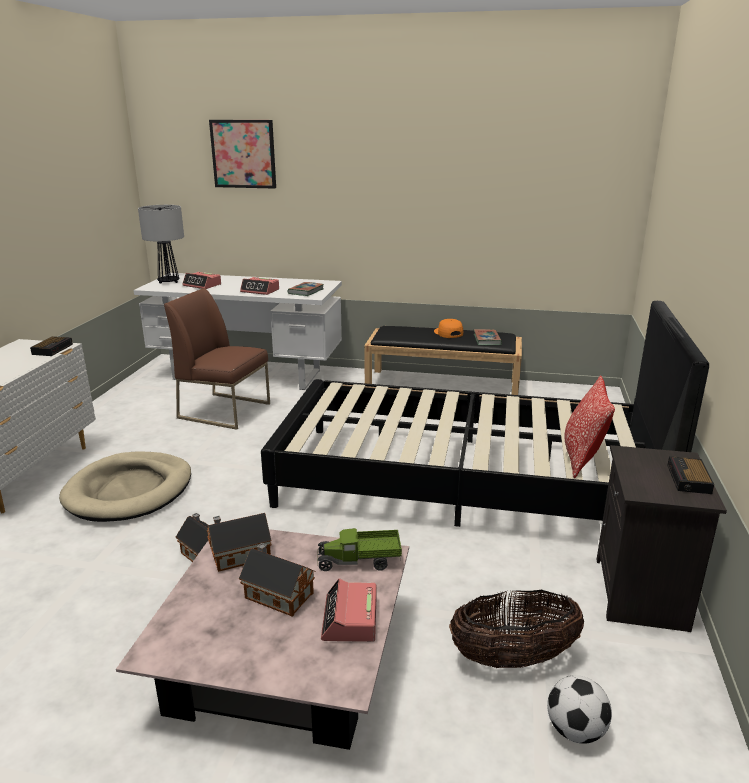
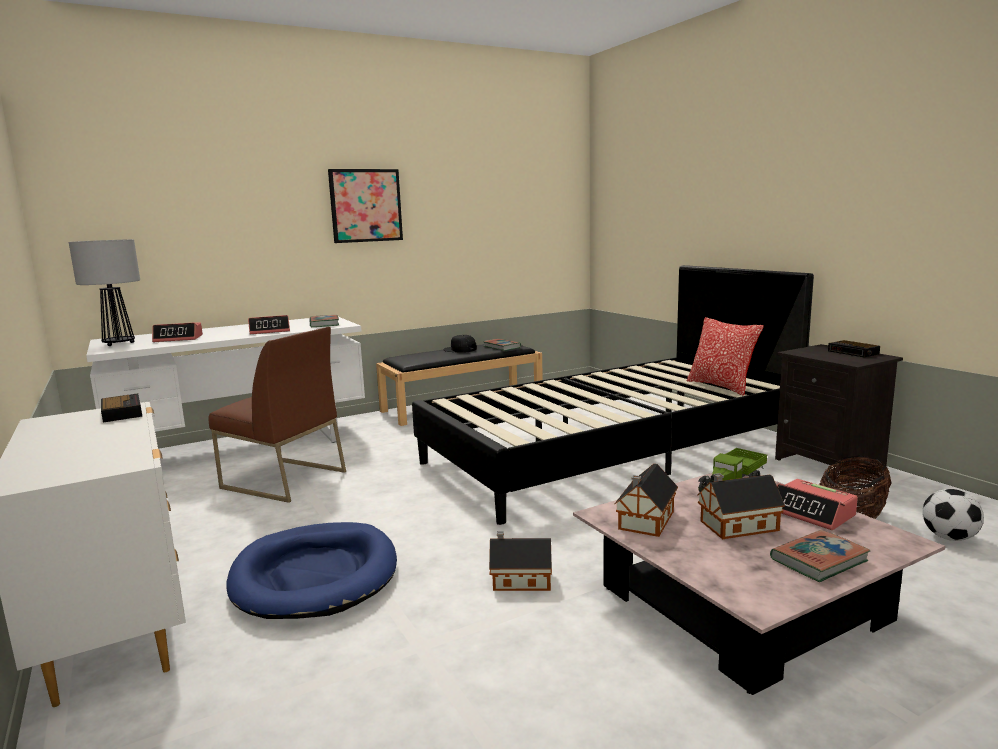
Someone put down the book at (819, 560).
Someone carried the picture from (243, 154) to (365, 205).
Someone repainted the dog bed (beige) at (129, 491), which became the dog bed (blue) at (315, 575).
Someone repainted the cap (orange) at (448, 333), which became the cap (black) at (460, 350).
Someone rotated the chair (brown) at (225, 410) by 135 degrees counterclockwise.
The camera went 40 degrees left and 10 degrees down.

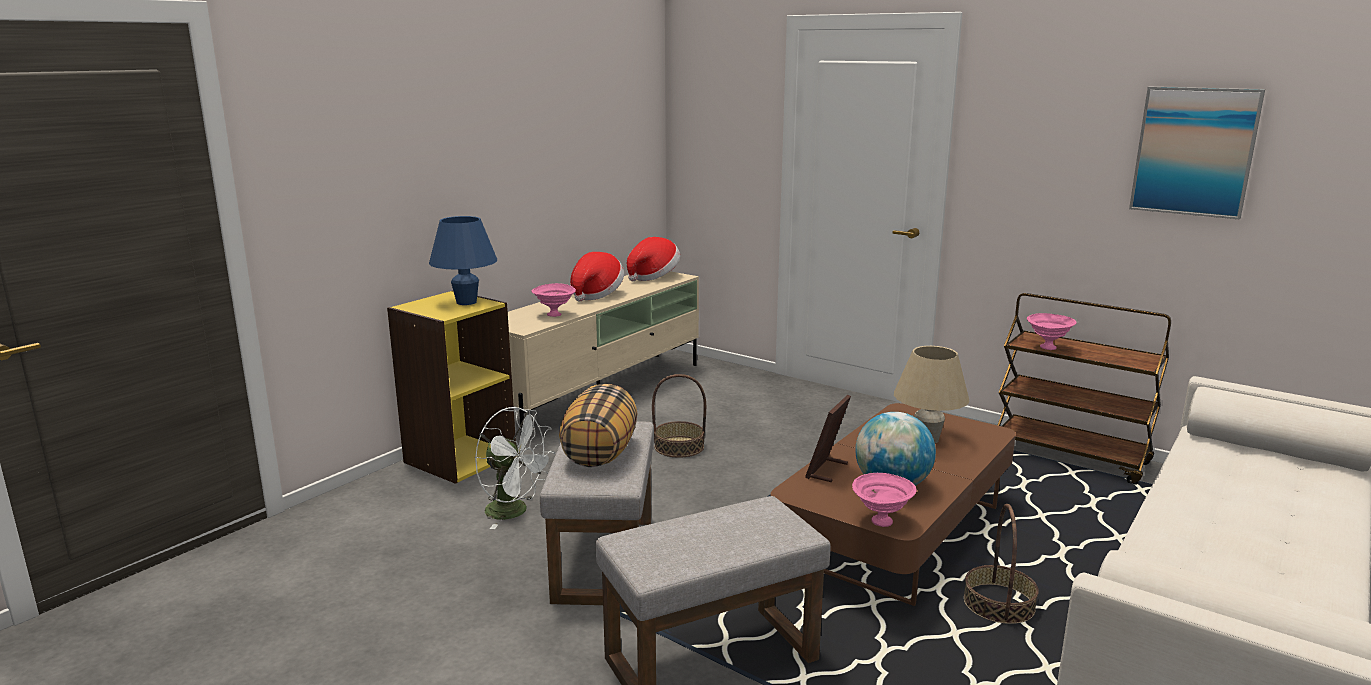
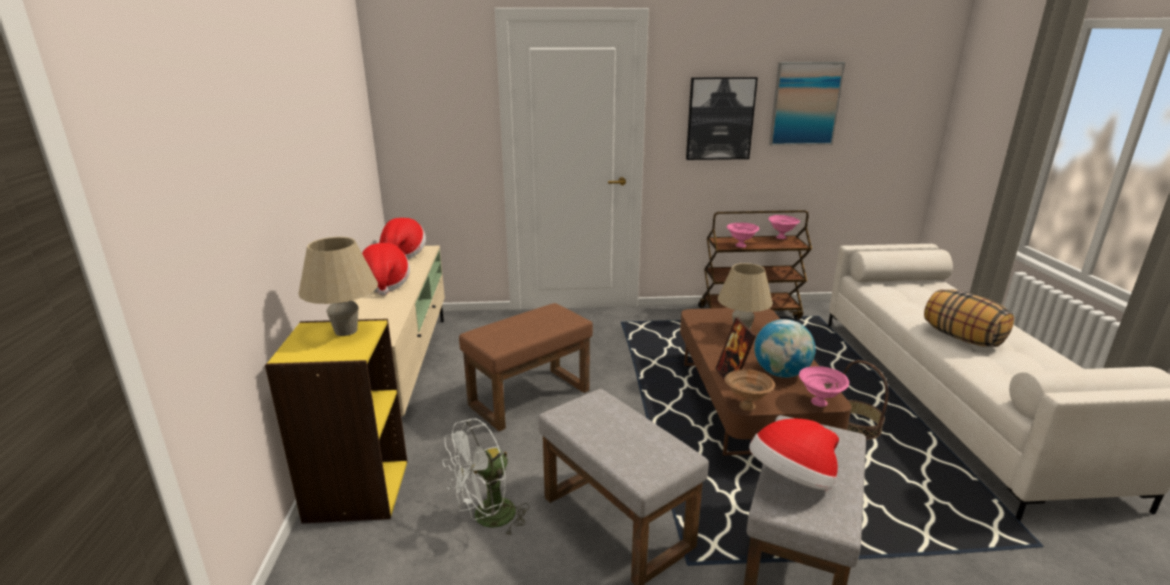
Someone put up the picture at (720, 118).
Someone put down the bowl (brown) at (745, 406).
Someone put down the hat at (792, 480).
Someone carried the bowl (pink) from (555, 315) to (781, 237).
Someone carried the pillow from (599, 453) to (961, 338).
Someone swapped the basket at (679, 447) for the ottoman (brown) at (530, 396).
Someone repainted the table lamp (blue) at (466, 302), which became the table lamp (beige) at (346, 331).
Someone rotated the fan (white) at (515, 512) by 150 degrees clockwise.
The camera went 40 degrees left and 5 degrees up.

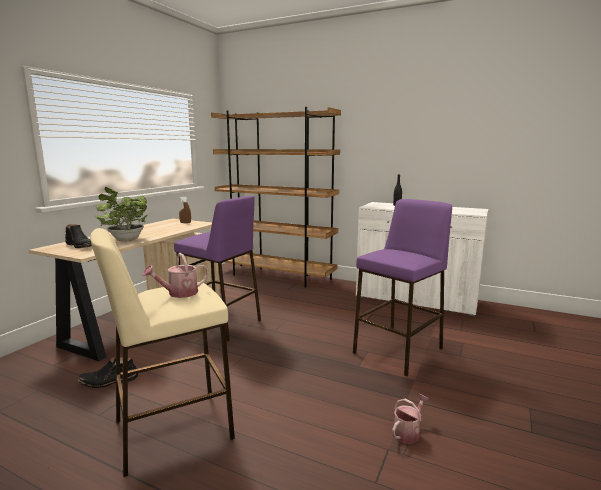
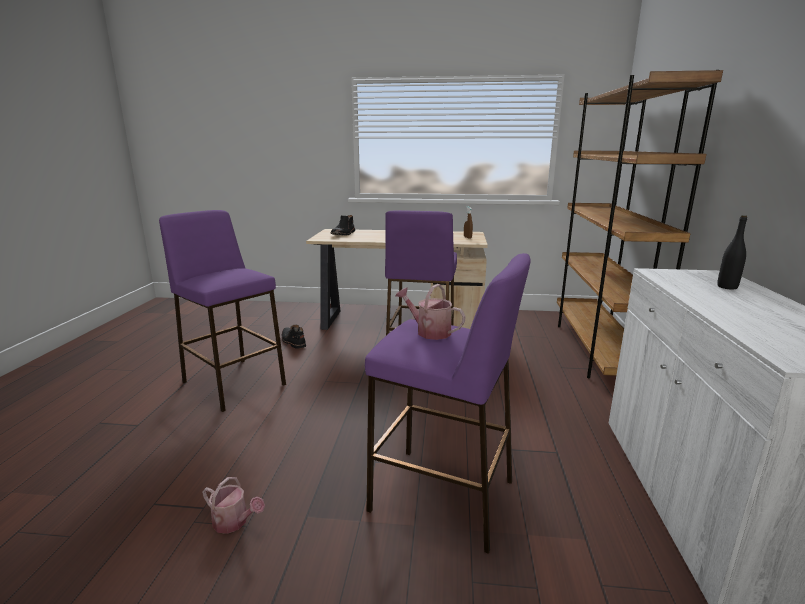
Someone took away the potted plant at (125, 239).
Someone carried the watering can from (179, 293) to (429, 331).
Someone repainted the stool (beige) at (172, 430), which became the stool (purple) at (233, 383).
The camera went 70 degrees right and 5 degrees up.

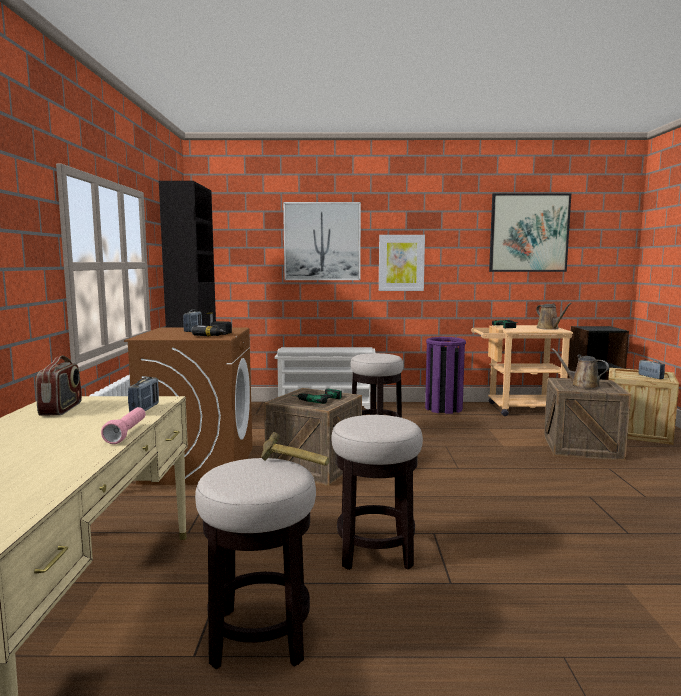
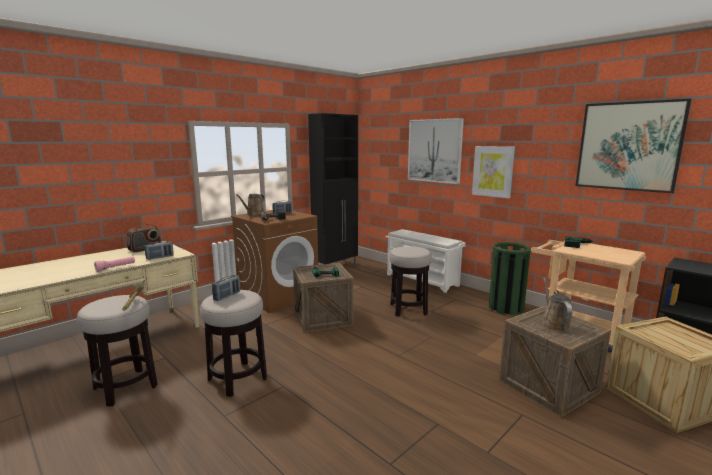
Someone carried the watering can (brown) from (549, 328) to (254, 215).
Someone carried the radio from (650, 377) to (227, 296).
Someone repainted the trash can (purple) at (443, 408), which became the trash can (green) at (506, 307).
The camera went 45 degrees right and 5 degrees up.

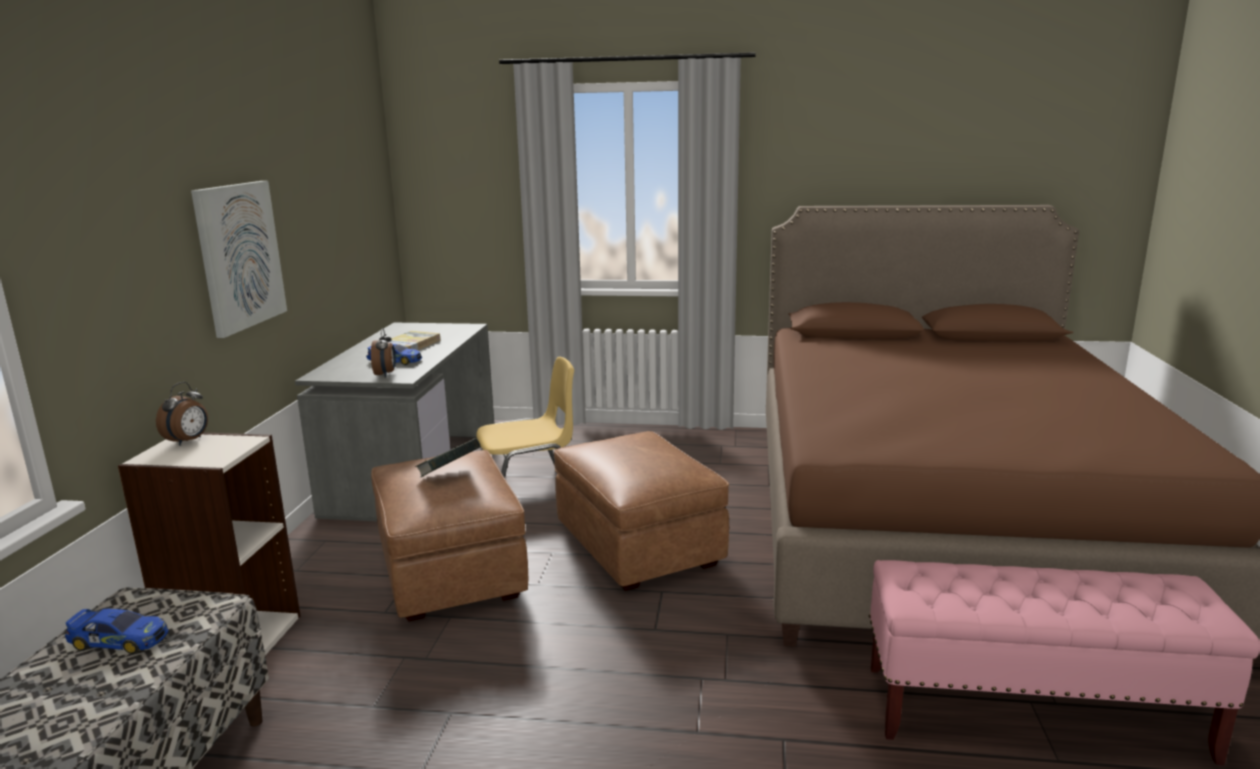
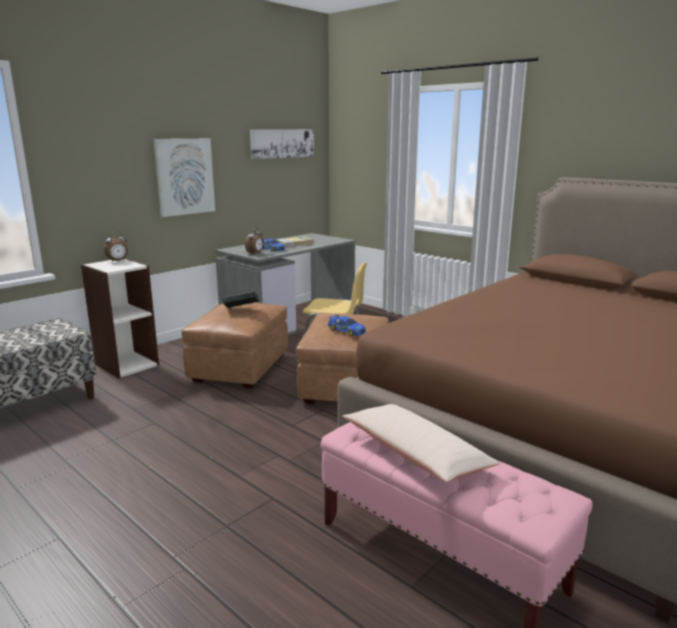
Someone put up the picture at (282, 143).
Someone put down the pillow (beige) at (415, 454).
Someone carried the toy car from (119, 640) to (346, 331).
The camera went 35 degrees right and 0 degrees up.

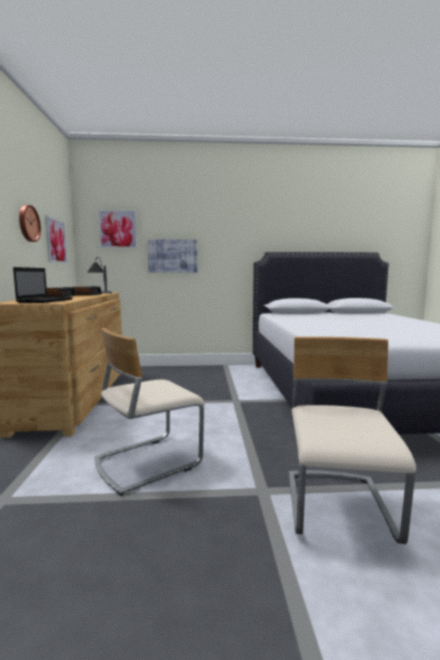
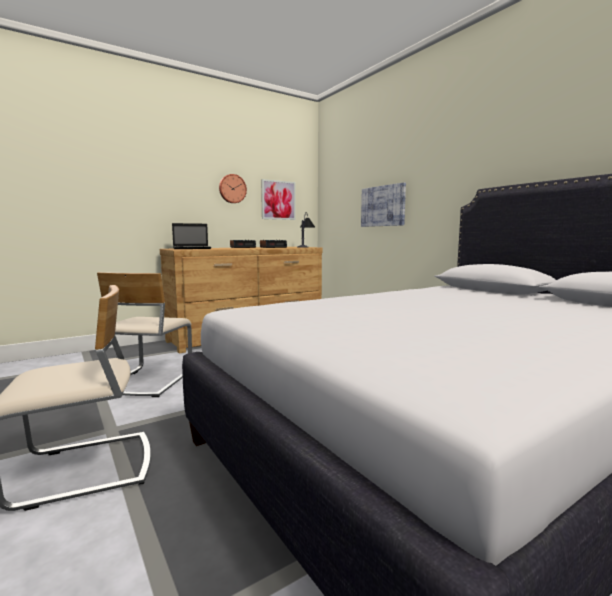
Someone took away the picture at (118, 229).
Someone rotated the chair (beige) at (147, 462) by 105 degrees counterclockwise.
The camera went 60 degrees right and 0 degrees up.

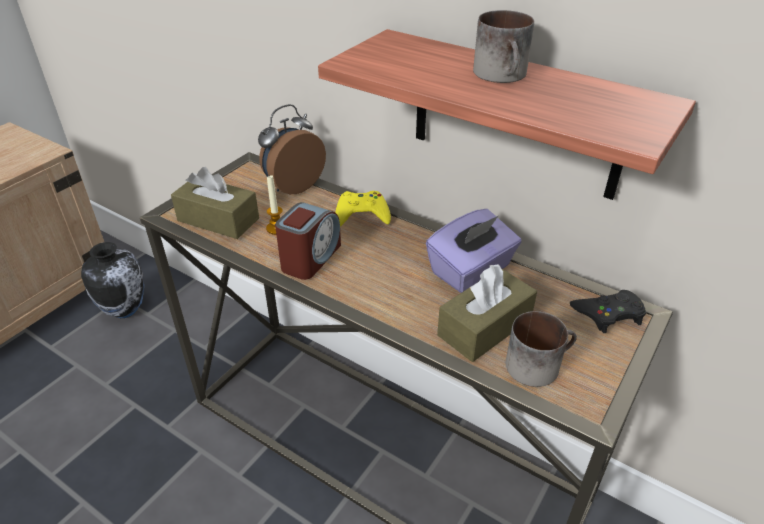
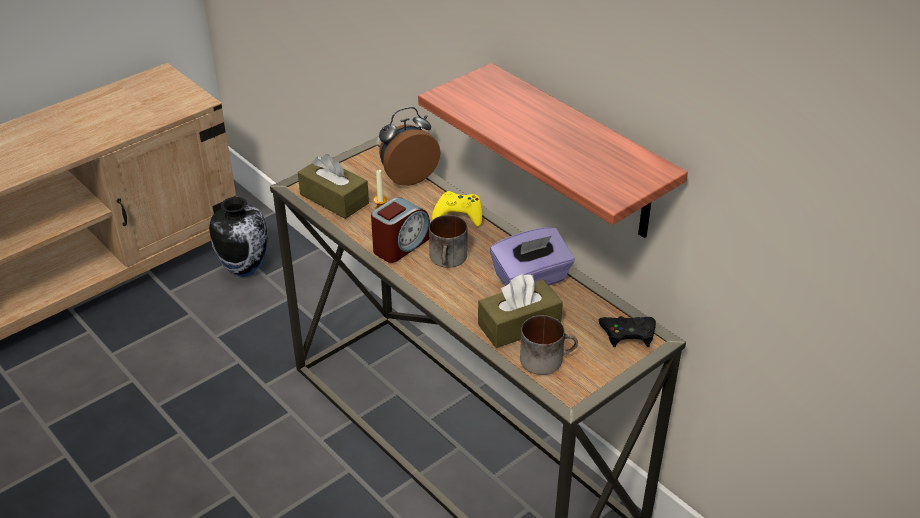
Someone carried the mug from (504, 75) to (449, 259).
The camera went 15 degrees right and 0 degrees up.

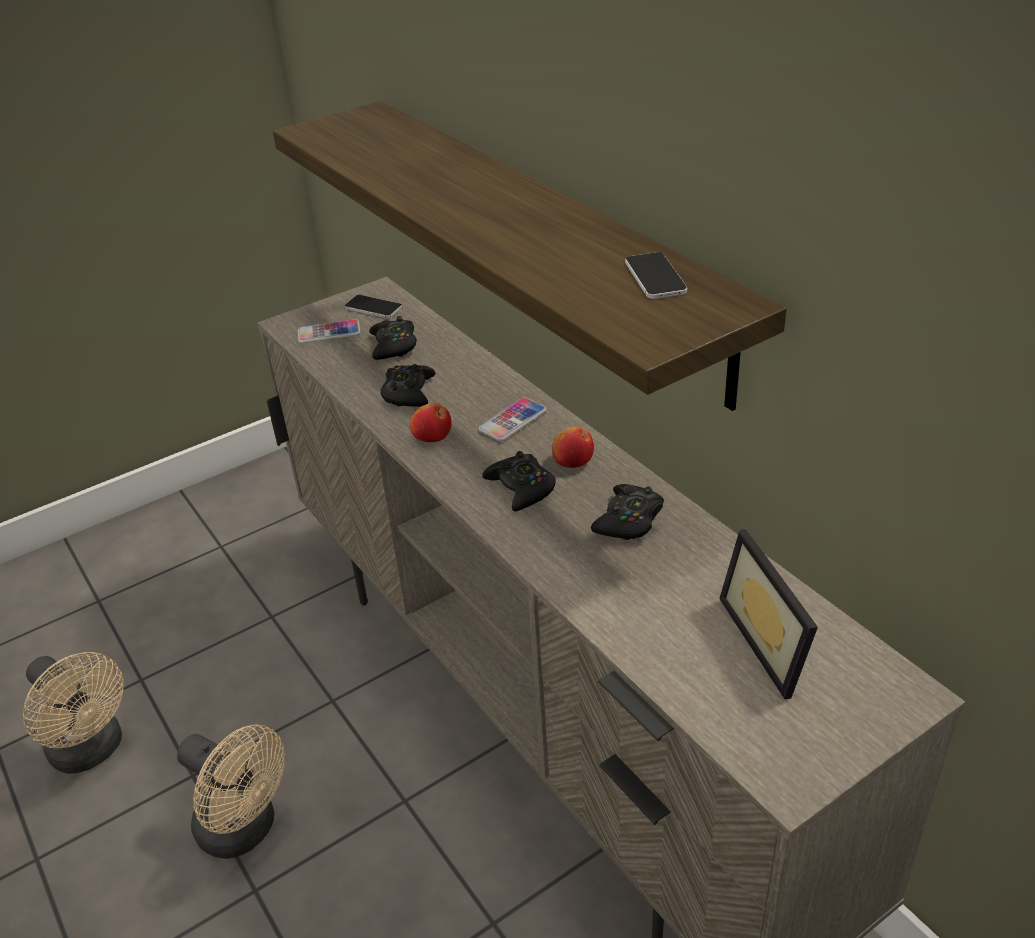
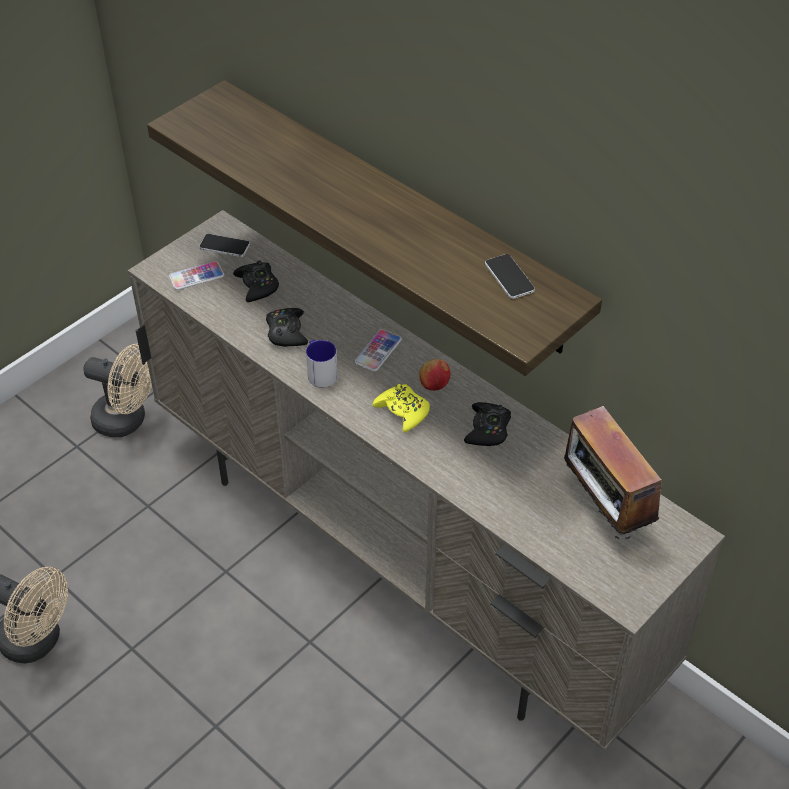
Someone carried the fan (beige) from (246, 830) to (127, 420).
Someone swapped the apple at (432, 436) for the mug at (320, 372).
Someone swapped the picture frame at (774, 640) for the radio at (604, 510).
Someone repainted the game controller (black) at (521, 488), which became the game controller (yellow) at (403, 411).
The camera went 15 degrees left and 10 degrees up.

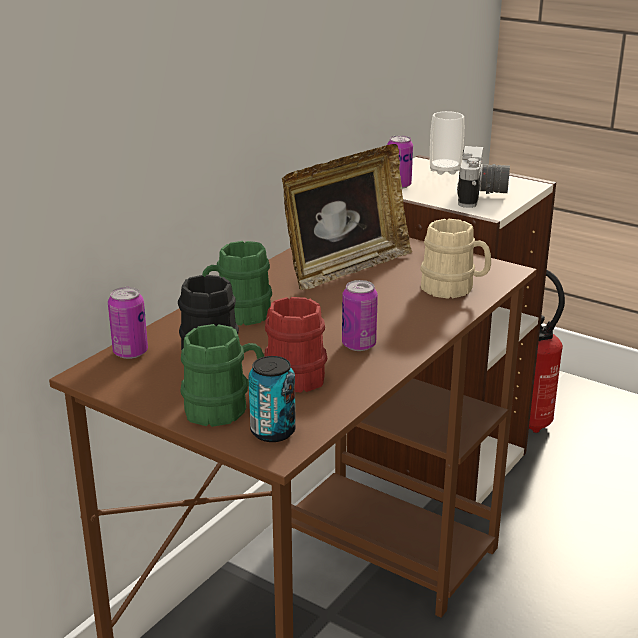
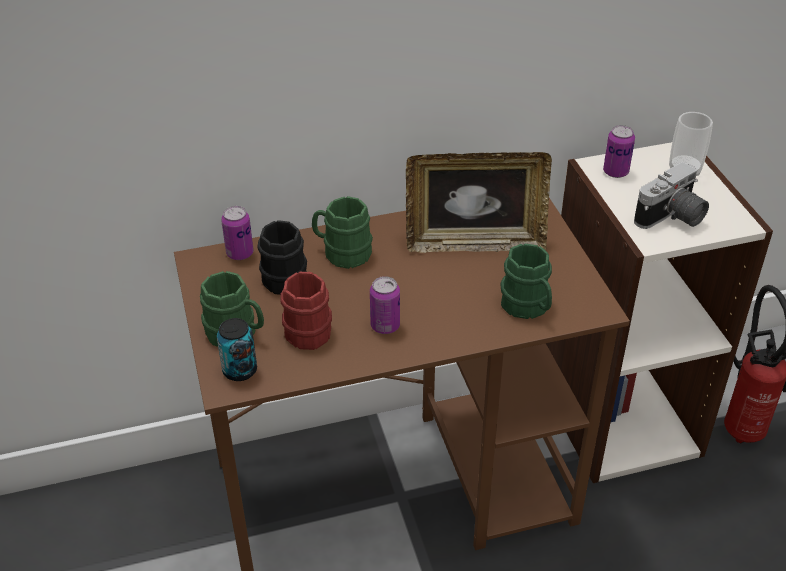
Someone repainted the mug (beige) at (454, 289), which became the mug (green) at (528, 308).
The camera went 40 degrees right and 15 degrees up.

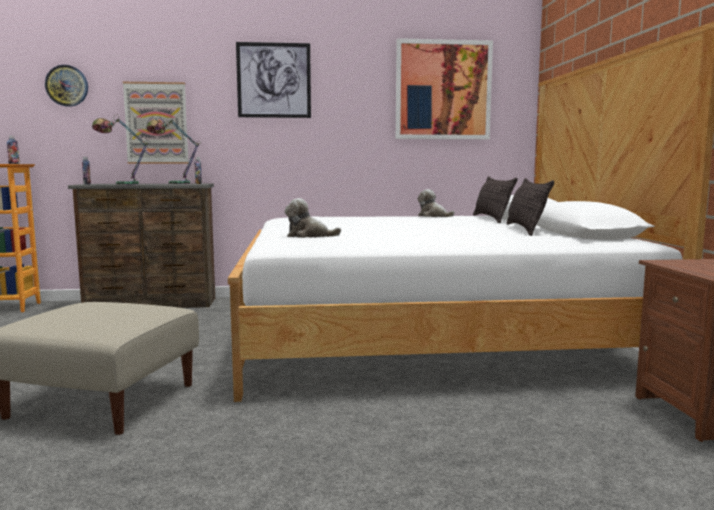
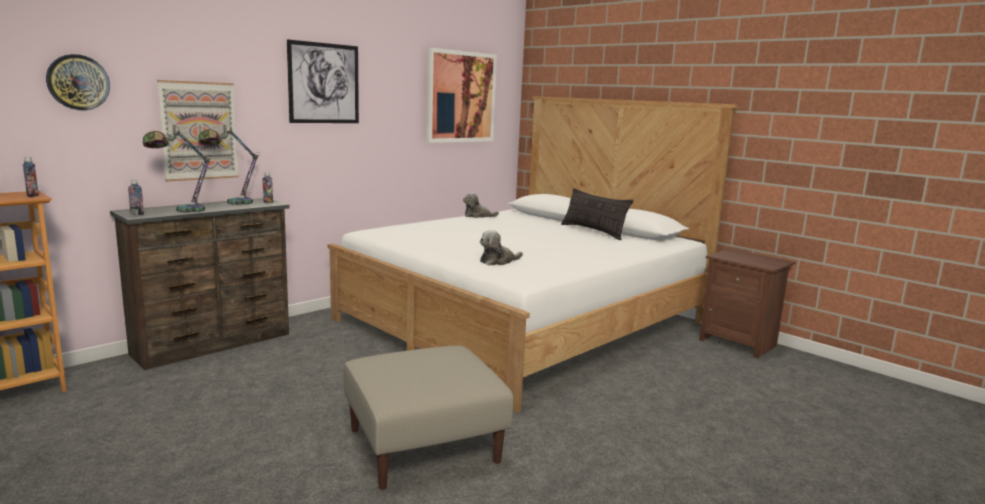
Someone took away the pillow at (491, 219).
The camera went 40 degrees left and 5 degrees up.

